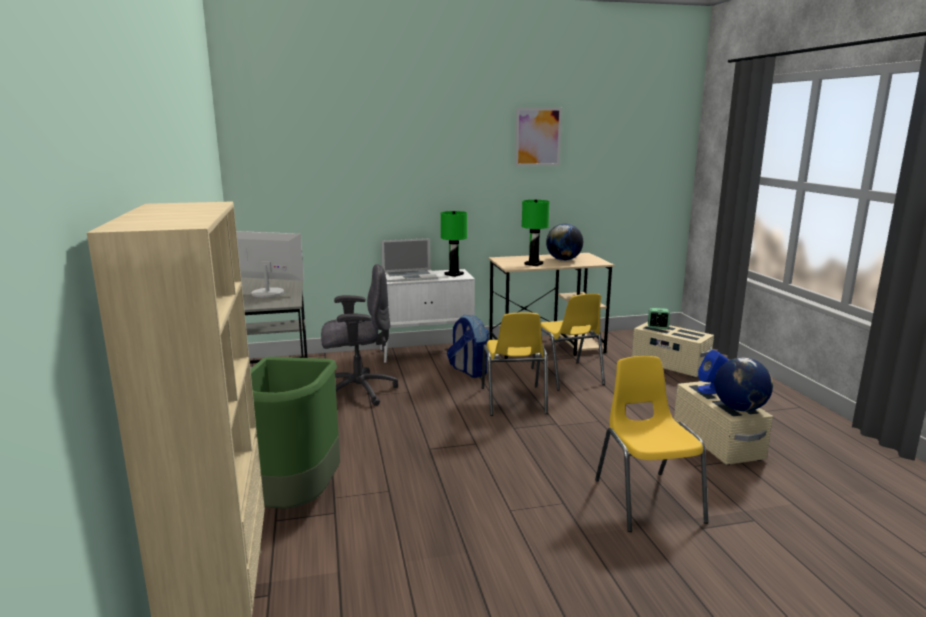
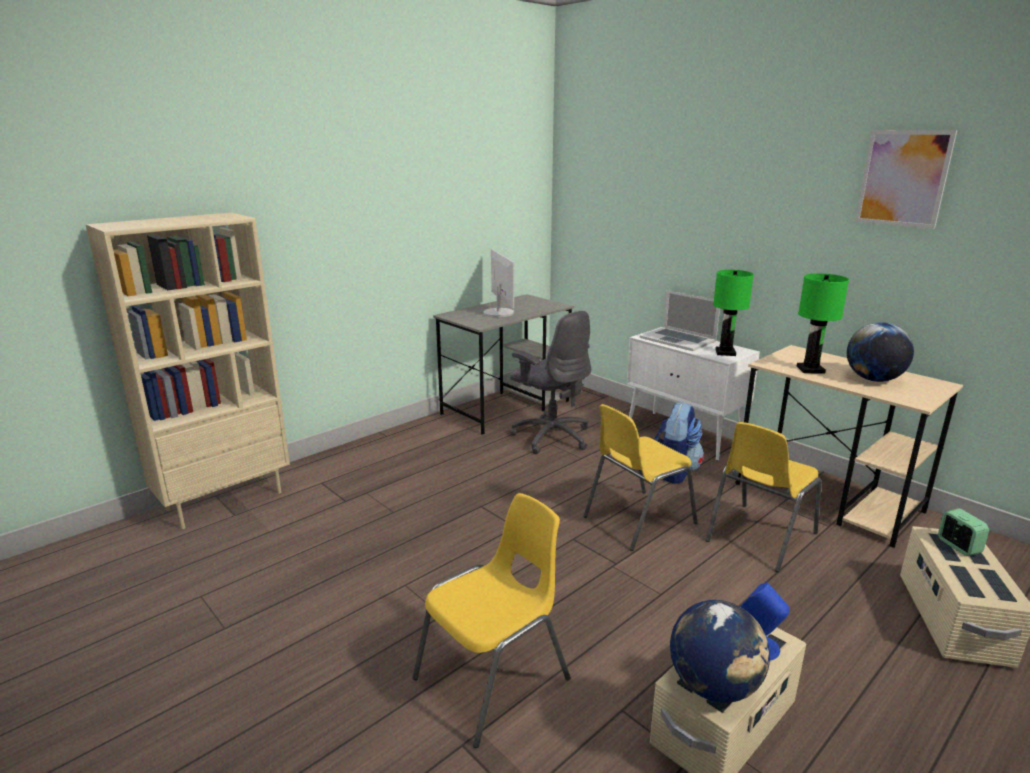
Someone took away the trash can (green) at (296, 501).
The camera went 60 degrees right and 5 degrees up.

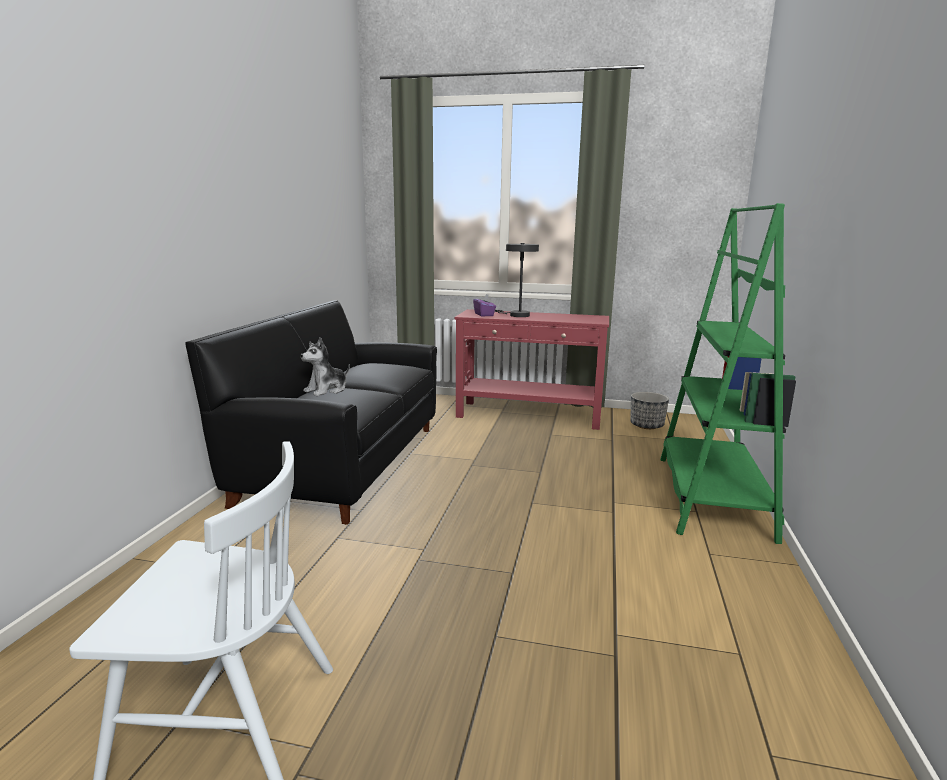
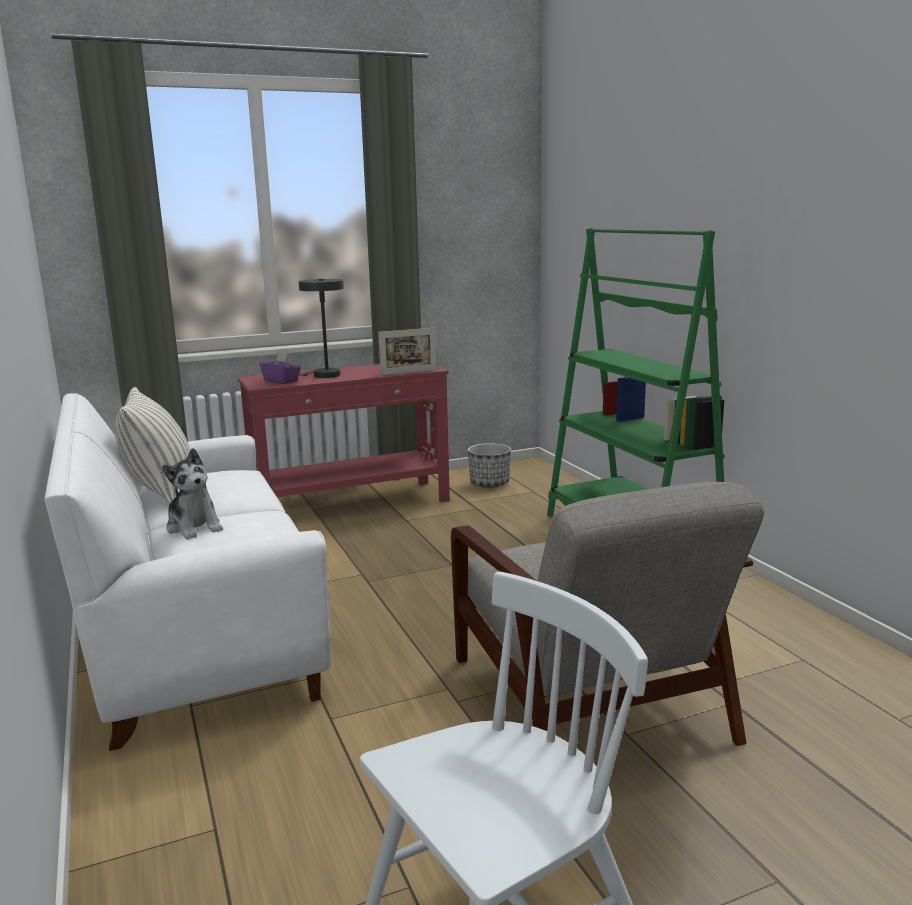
Someone put down the pillow at (160, 489).
Someone put down the picture frame at (409, 372).
Someone put down the armchair (grey) at (590, 701).
Someone repainted the sofa (black) at (343, 463), which became the sofa (white) at (196, 632).
Someone rotated the plush toy at (327, 390) by 45 degrees counterclockwise.
The camera went 35 degrees left and 0 degrees up.

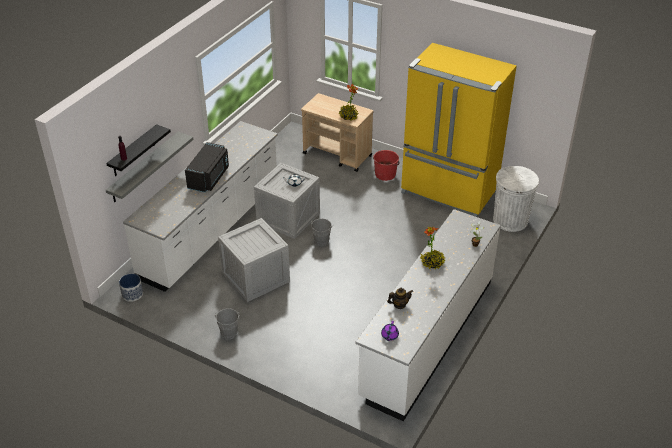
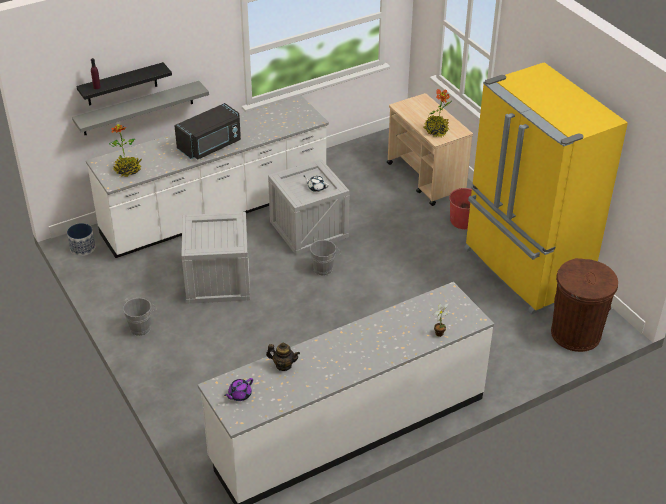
Someone carried the potted plant from (432, 263) to (128, 170).
Someone repainted the trash can (white) at (510, 220), which became the trash can (brown) at (576, 334).
The camera went 30 degrees right and 0 degrees up.

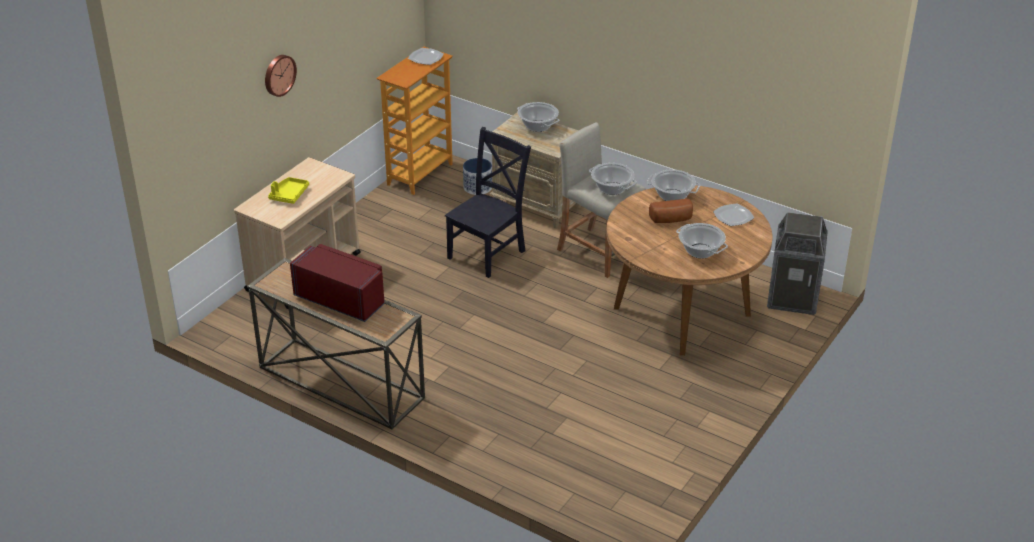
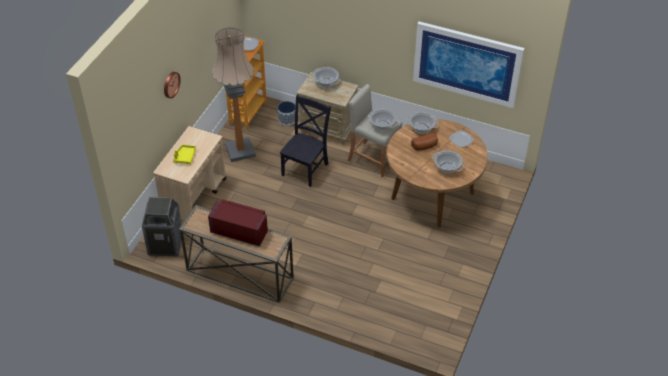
Someone put down the floor lamp at (240, 150).
Someone put up the picture at (467, 63).
Someone carried the trash can from (793, 297) to (166, 244).
The camera went 10 degrees left and 10 degrees up.

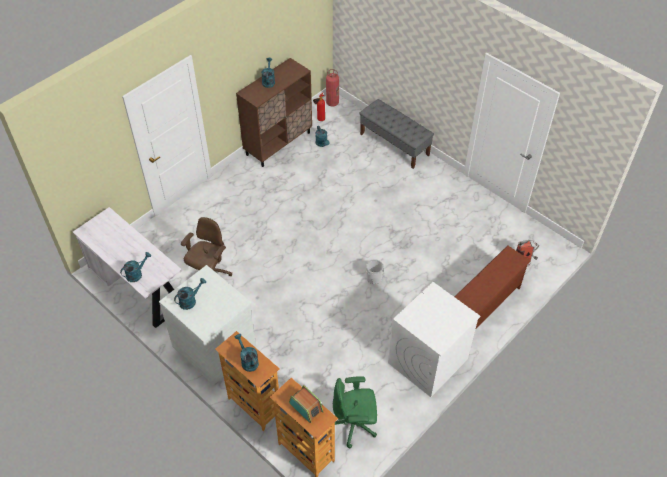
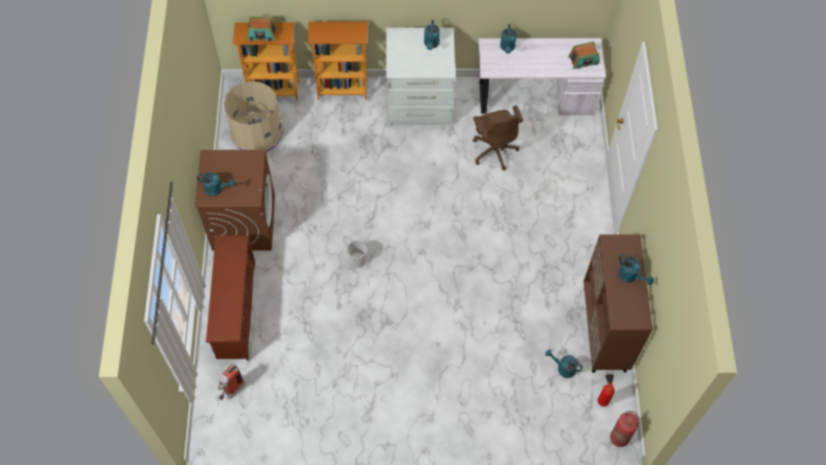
Someone took away the bench (grey) at (394, 144).
Someone put down the radio at (584, 60).
Someone carried the watering can (turquoise) from (248, 361) to (217, 189).
Someone swapped the office chair (green) at (354, 425) for the trash can (beige) at (257, 132).
Someone repainted the washing machine (white) at (427, 361), which became the washing machine (brown) at (243, 222).
The camera went 135 degrees right and 10 degrees up.

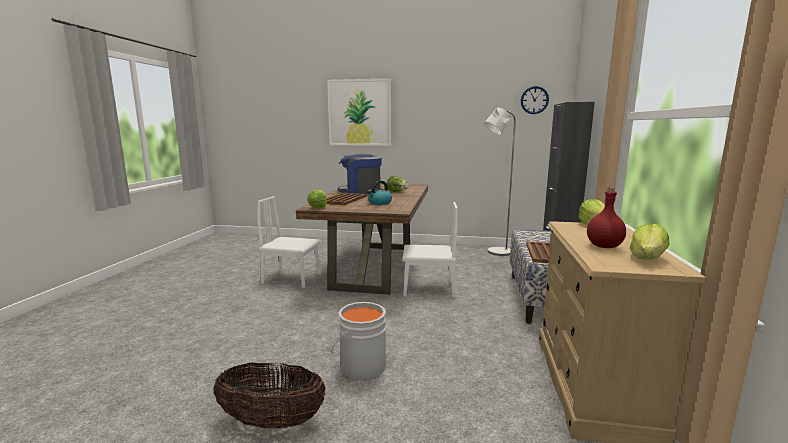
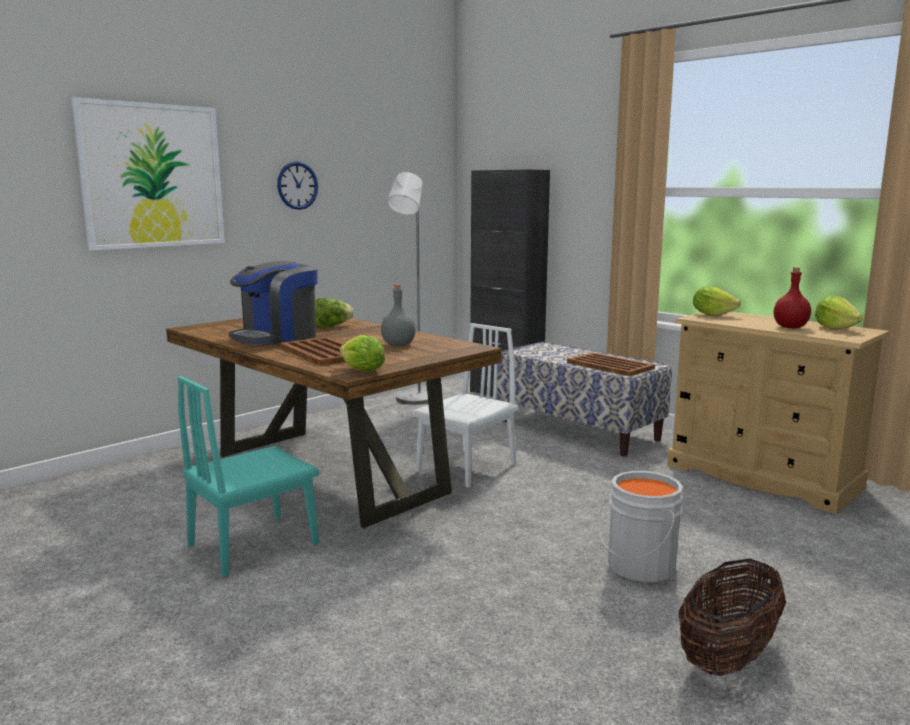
Someone carried the wall clock from (534, 100) to (297, 185).
Someone swapped the kettle at (379, 203) for the bottle (grey) at (398, 345).
Someone repainted the chair (white) at (292, 278), which became the chair (turquoise) at (253, 544).
The camera went 55 degrees left and 0 degrees up.

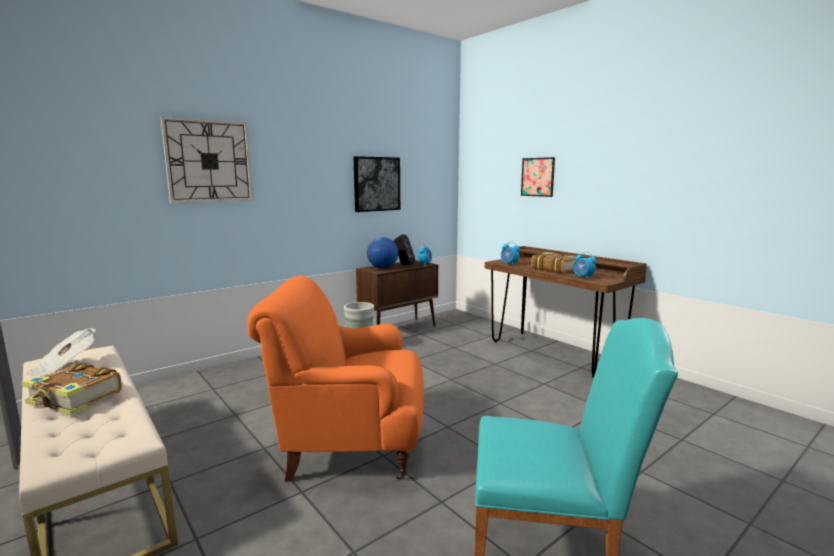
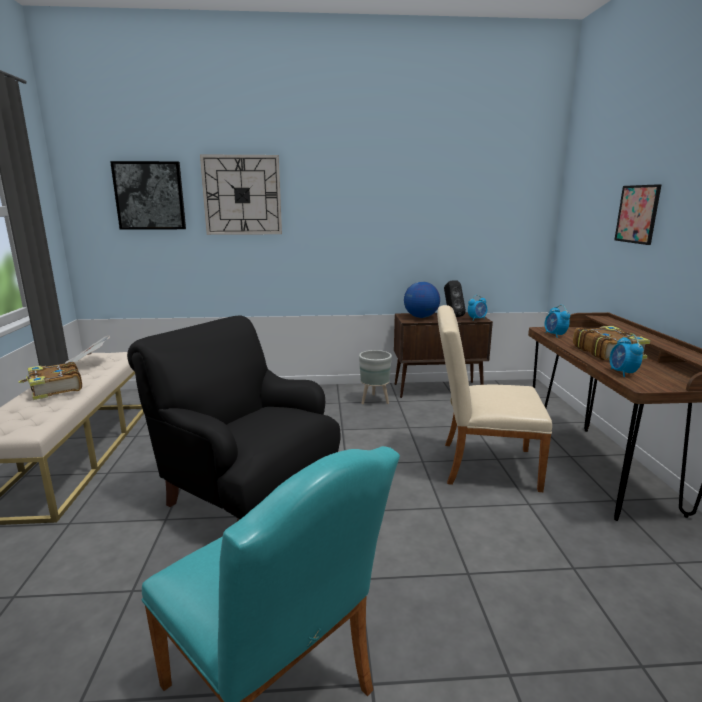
Someone put down the chair (beige) at (481, 465).
Someone carried the picture from (376, 184) to (150, 196).
Someone repainted the armchair (orange) at (349, 445), which became the armchair (black) at (247, 494).
The camera went 35 degrees right and 5 degrees up.

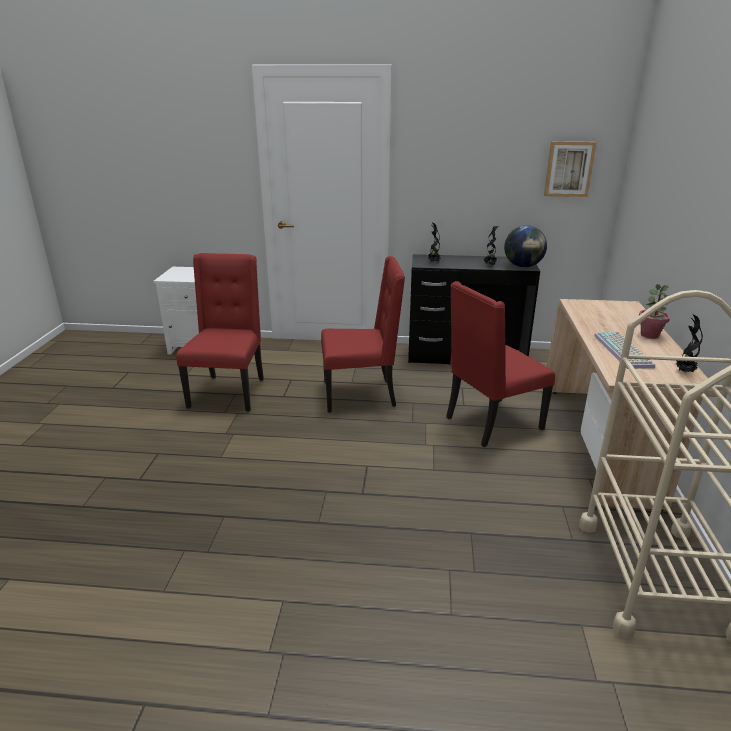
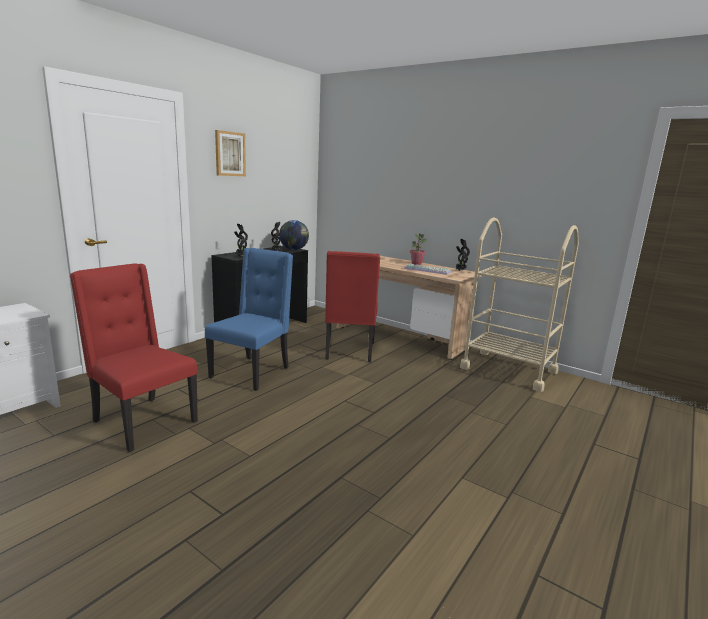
Someone carried the picture from (569, 169) to (230, 154).
Someone repainted the chair (red) at (361, 394), which became the chair (blue) at (252, 372).
The camera went 60 degrees left and 10 degrees down.

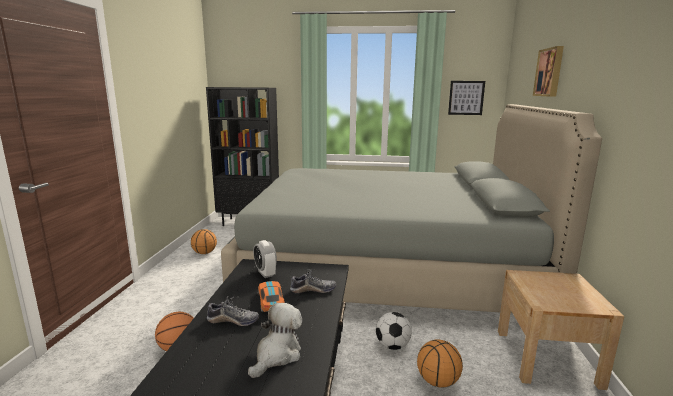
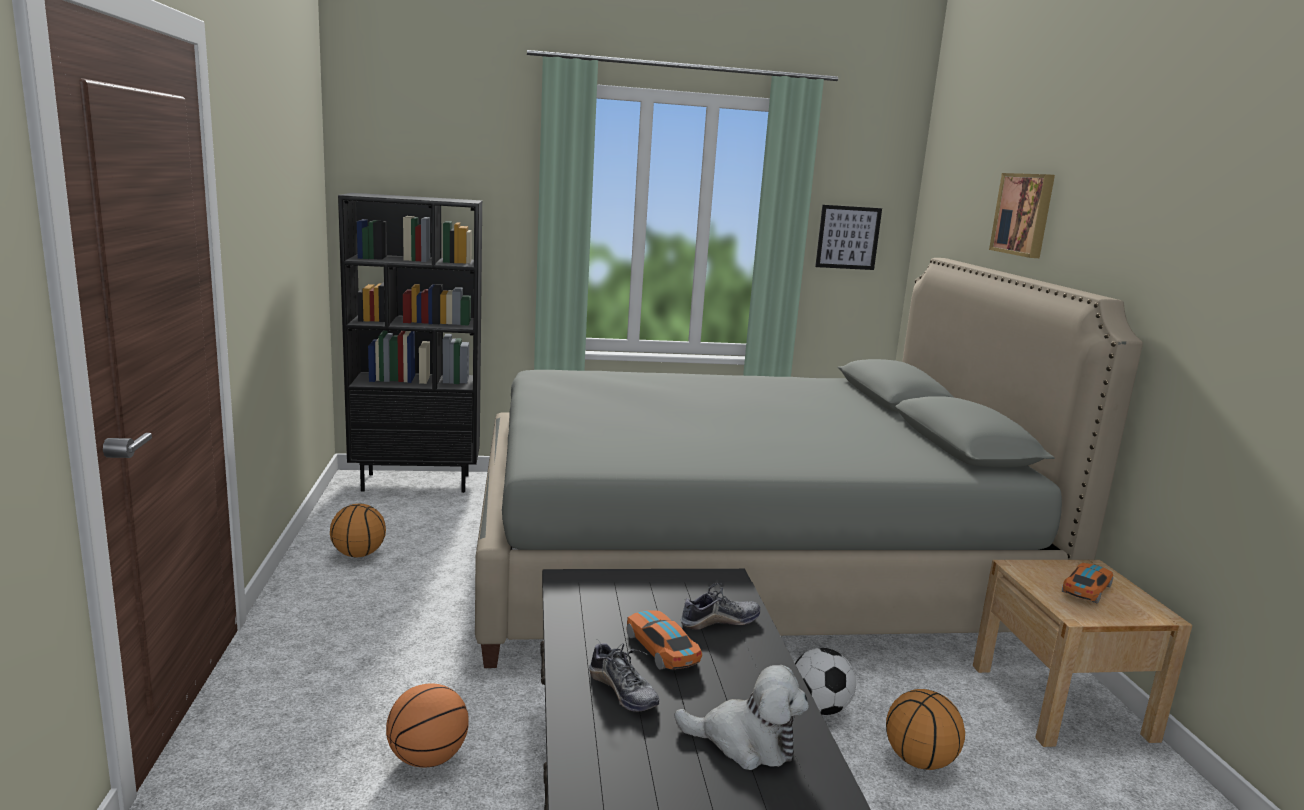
Someone took away the alarm clock at (265, 273).
Someone put down the toy car at (1086, 589).
Someone rotated the shoe at (233, 320) by 60 degrees clockwise.
Someone rotated the plush toy at (277, 354) by 90 degrees clockwise.
The camera went 15 degrees left and 0 degrees up.

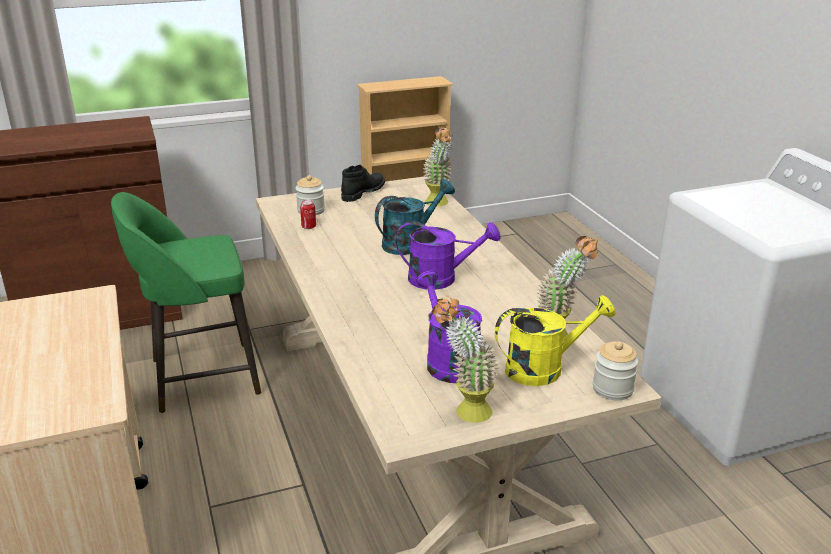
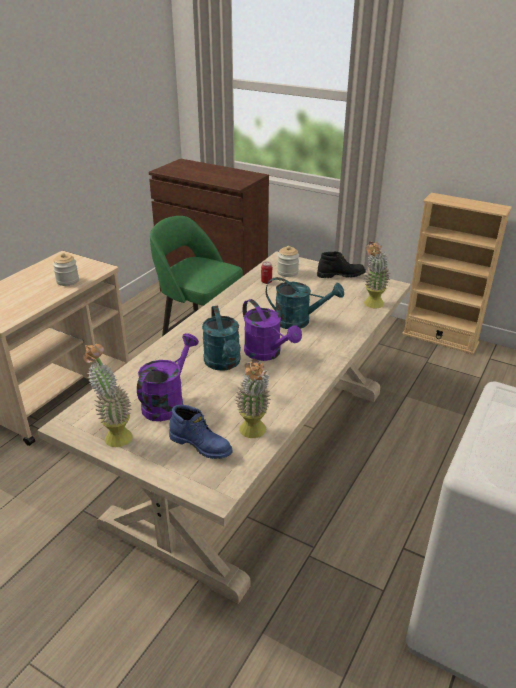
Someone put down the watering can (turquoise) at (224, 364).
Someone carried the jar from (612, 389) to (67, 281).
Someone swapped the watering can (yellow) at (544, 368) for the boot (blue) at (201, 445).
The camera went 50 degrees right and 5 degrees up.

